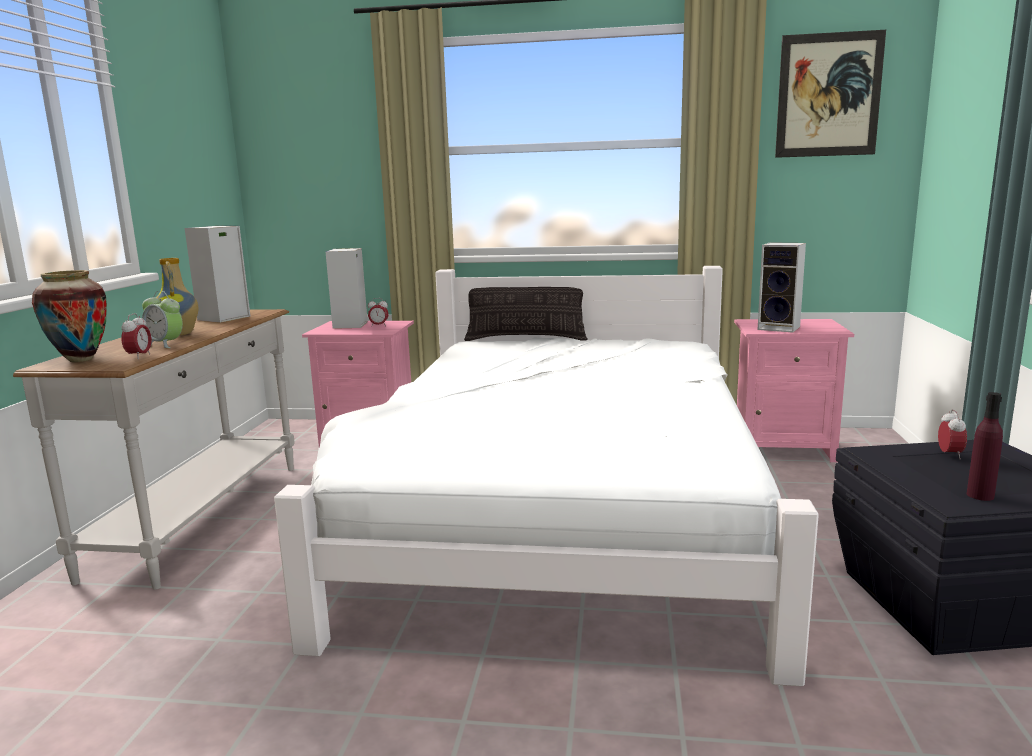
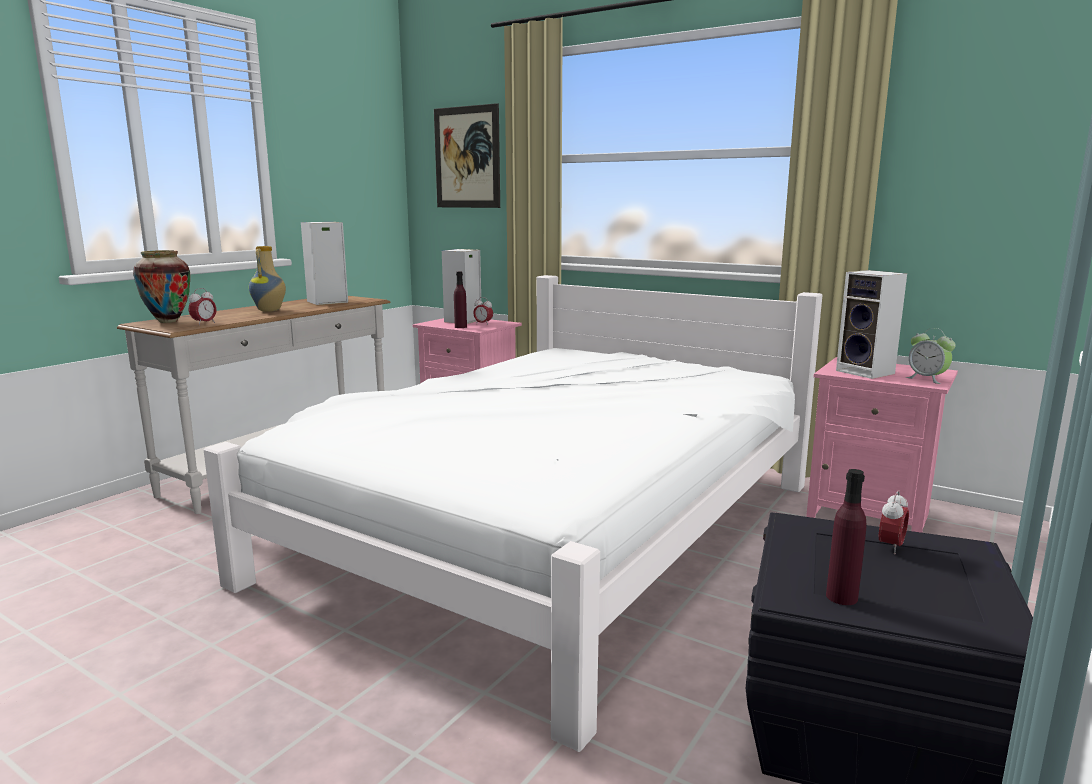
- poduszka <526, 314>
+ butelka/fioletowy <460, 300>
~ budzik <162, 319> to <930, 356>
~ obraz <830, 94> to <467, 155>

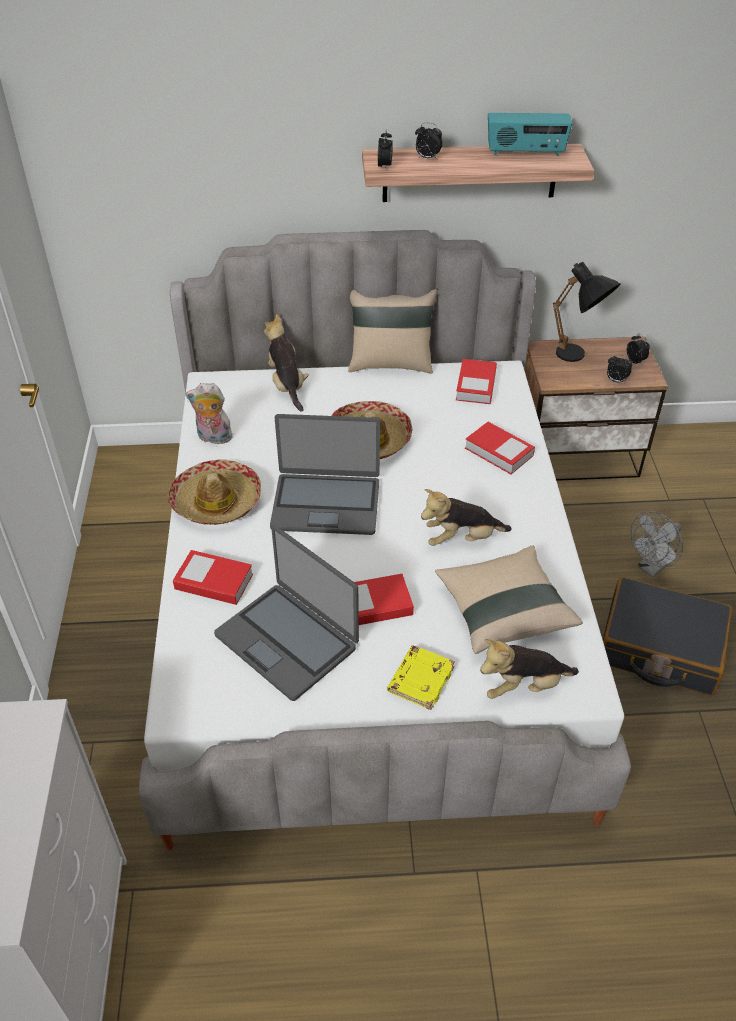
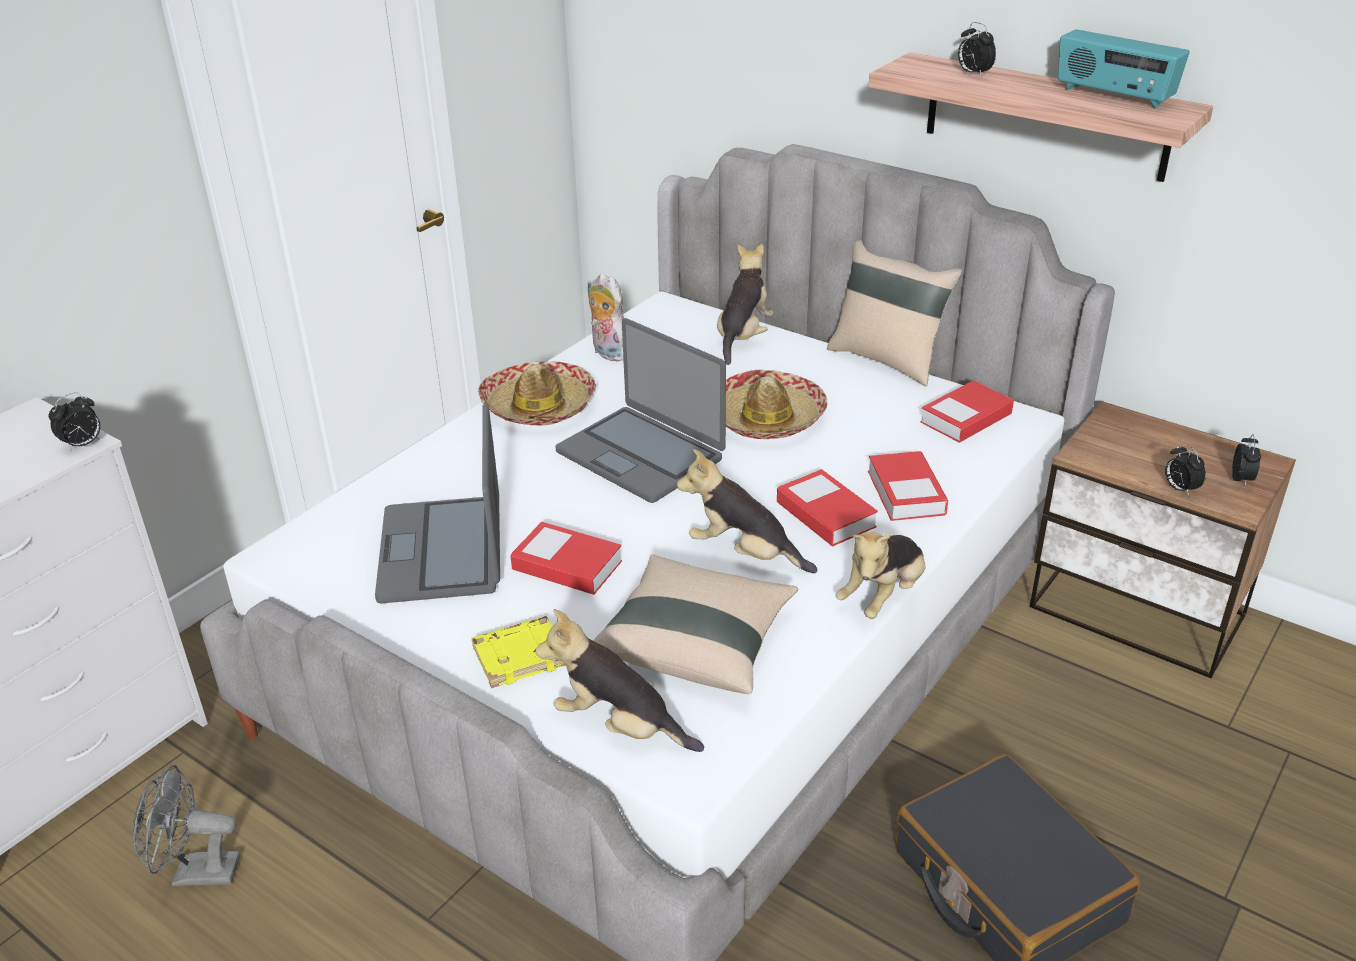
- lampa stołowa/czarny <587, 312>
+ pluszak <881, 575>
~ książka <213, 577> to <827, 507>
~ budzik <385, 150> to <74, 421>
~ wentylator/szary <657, 544> to <186, 825>

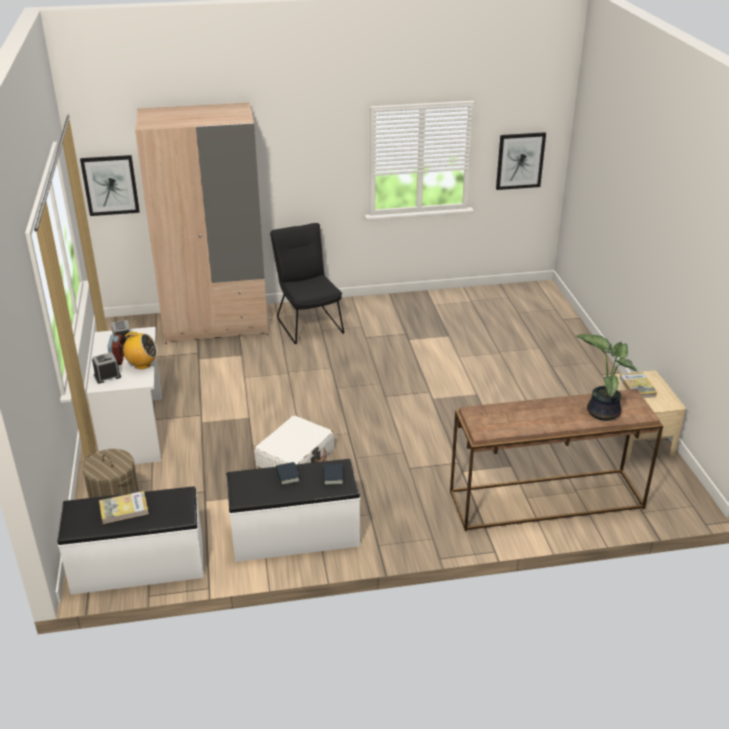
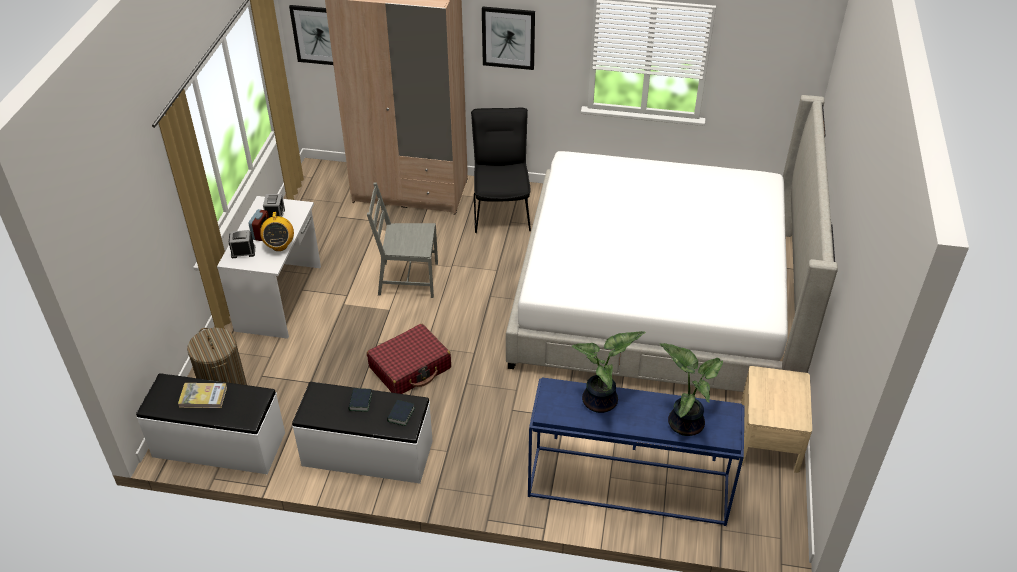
- książka <638, 385>
+ krzesło/szary <402, 240>
+ łóżko <672, 243>
+ roślina doniczkowa <609, 372>
~ obraz <521, 161> to <508, 38>
~ walizka/biały <294, 441> to walizka/czerwony <409, 359>
~ stolik konsolowy/brązowy <556, 460> to stolik konsolowy/niebieski <636, 451>
~ radio <140, 350> = <277, 231> 60 degrees clockwise

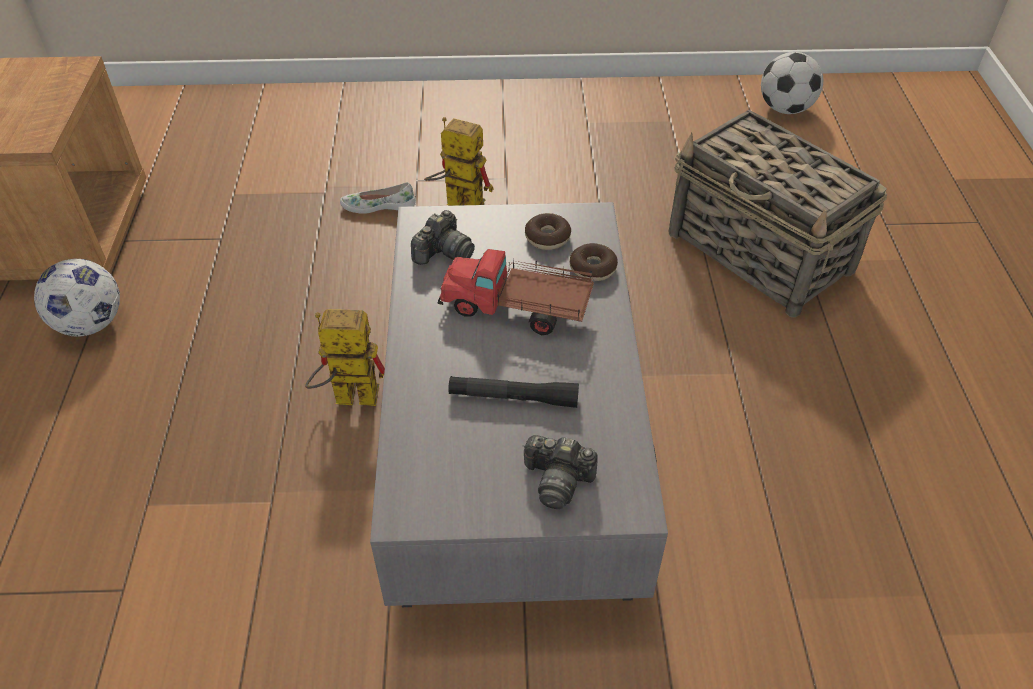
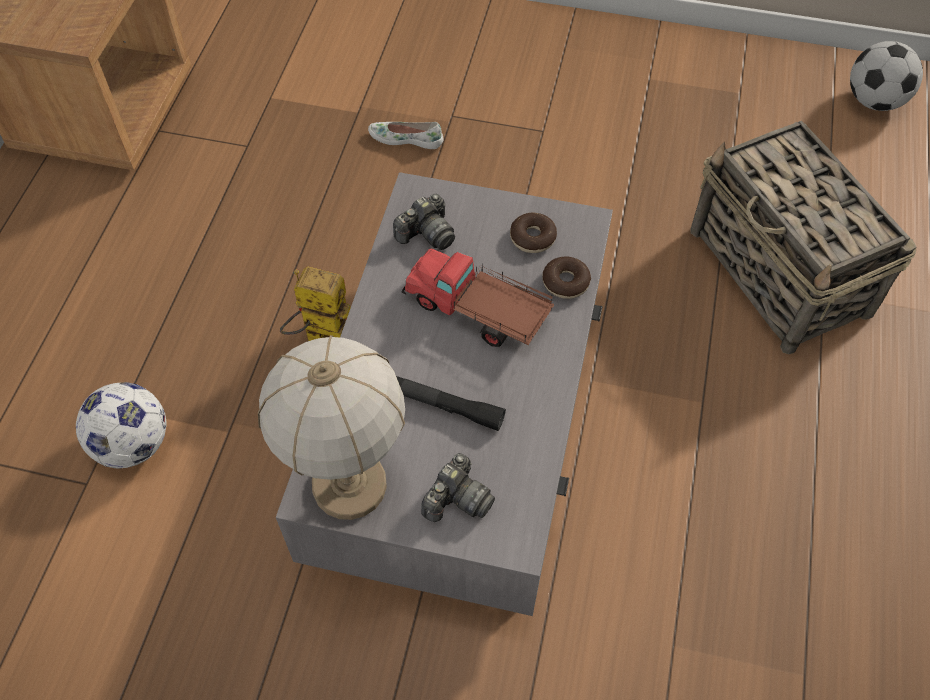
- robot zabawkowy <459, 161>
+ lampa stołowa <331, 427>
~ piłka futbolowa <77, 298> to <121, 425>
~ aparat fotograficzny <560, 472> = <458, 487> 90 degrees counterclockwise

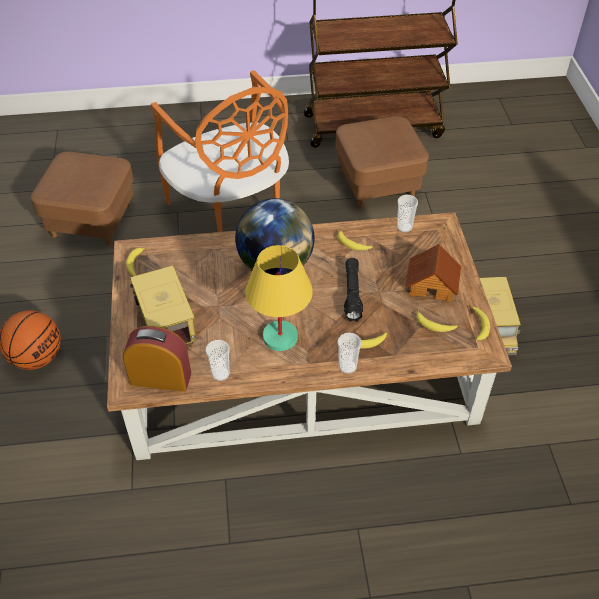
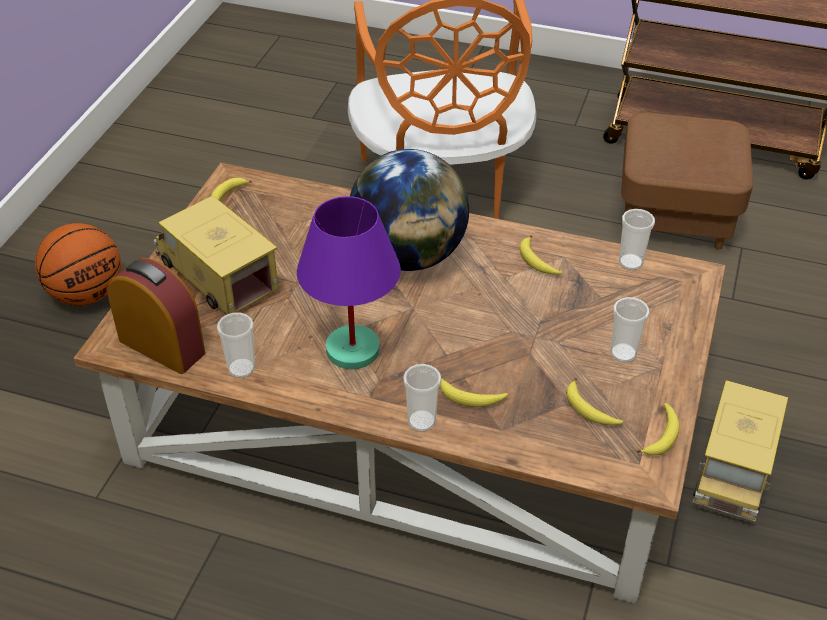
- pufa/brązowy <82, 198>
- latarka/czarny <353, 290>
~ domek <433, 273> to filiżanka <630, 329>
~ lampa stołowa/żółty <279, 298> to lampa stołowa/fioletowy <349, 282>
~ ciężarówka zabawkowa <163, 304> = <216, 255> 45 degrees counterclockwise

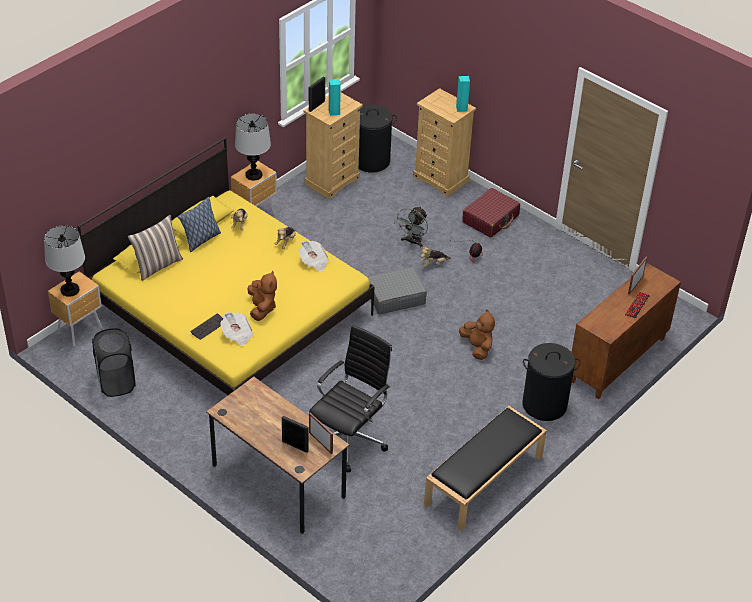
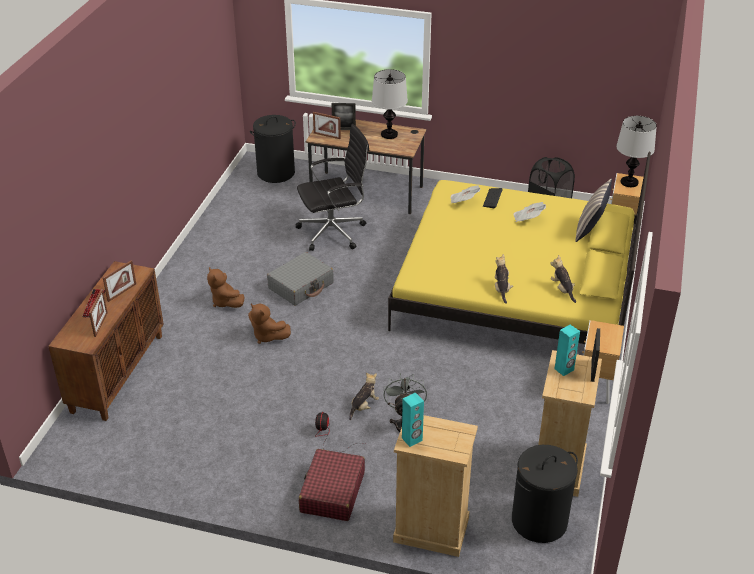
- poduszka <199, 224>
- ławka/czarny <485, 468>
+ ramka na zdjęcie <119, 281>
~ lampa stołowa <253, 147> to <390, 104>
~ pluszak/brązowy <262, 295> to <226, 287>
~ gazeta <313, 256> to <530, 212>
~ walizka/szary <397, 291> to <300, 279>
~ kosz na pranie/czarny <551, 382> to <273, 149>
~ krzesło biurowe/czarny <350, 399> = <333, 187> 120 degrees counterclockwise

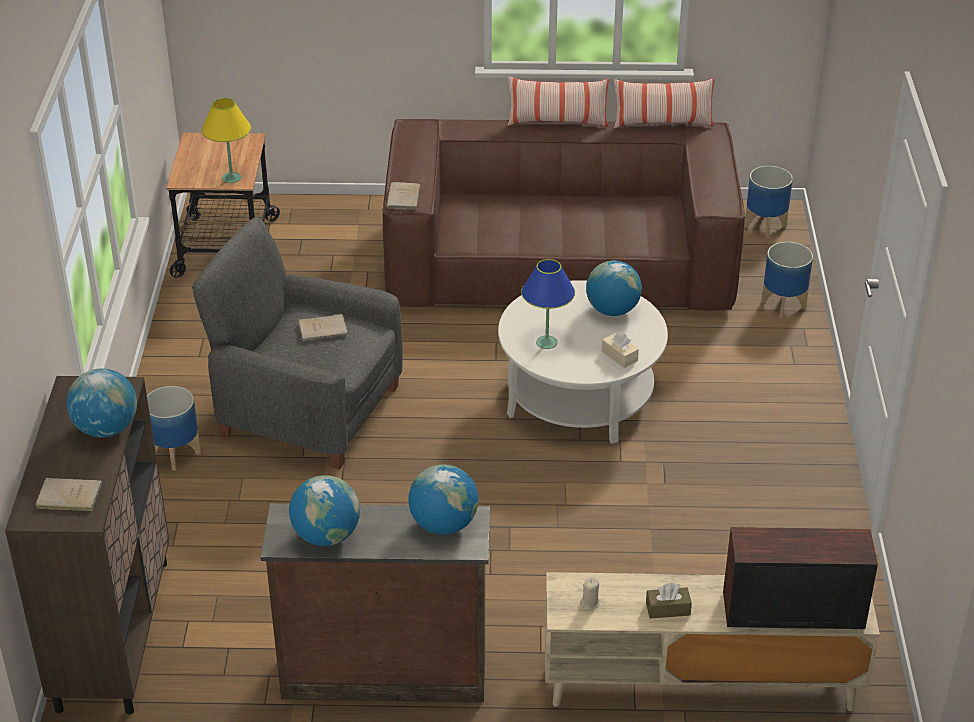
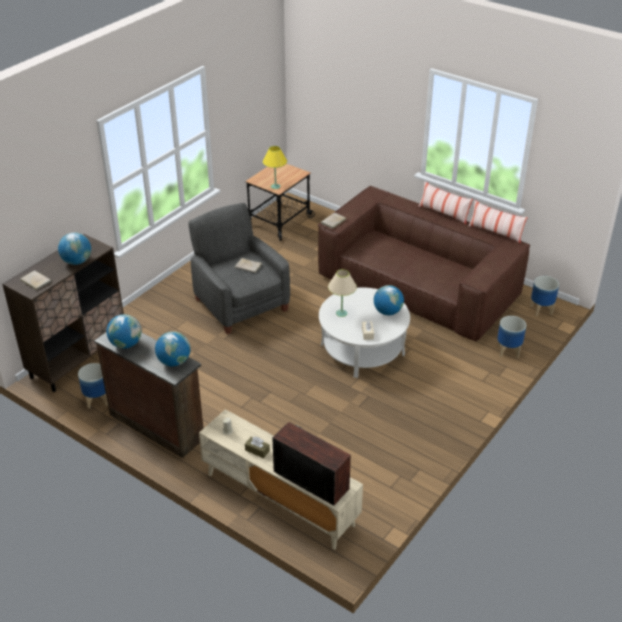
~ donica <174, 428> to <93, 386>
~ lampa stołowa/niebieski <548, 304> to lampa stołowa/beżowy <342, 293>

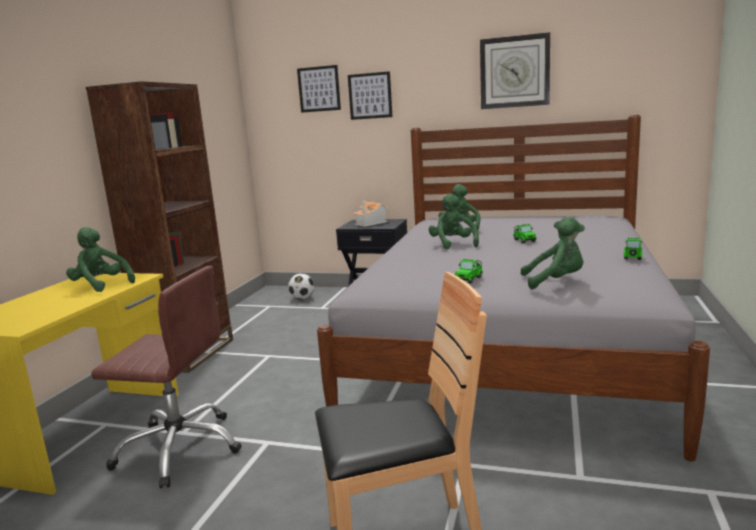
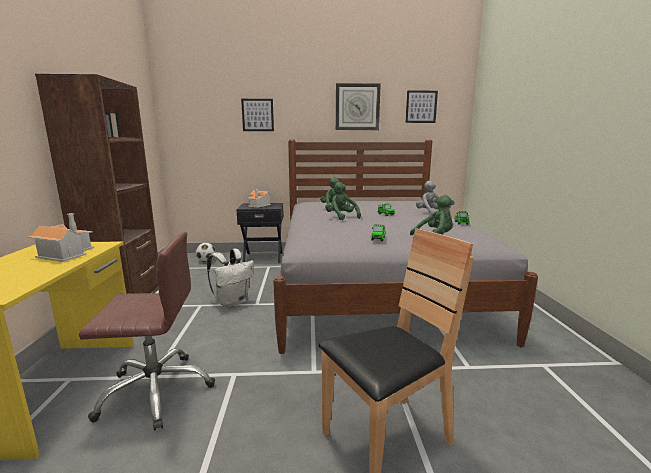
+ plecak/biały <230, 278>
+ pluszak/szary <433, 198>
~ obraz <319, 89> to <421, 106>
~ pluszak/zielony <100, 259> to domek <61, 237>

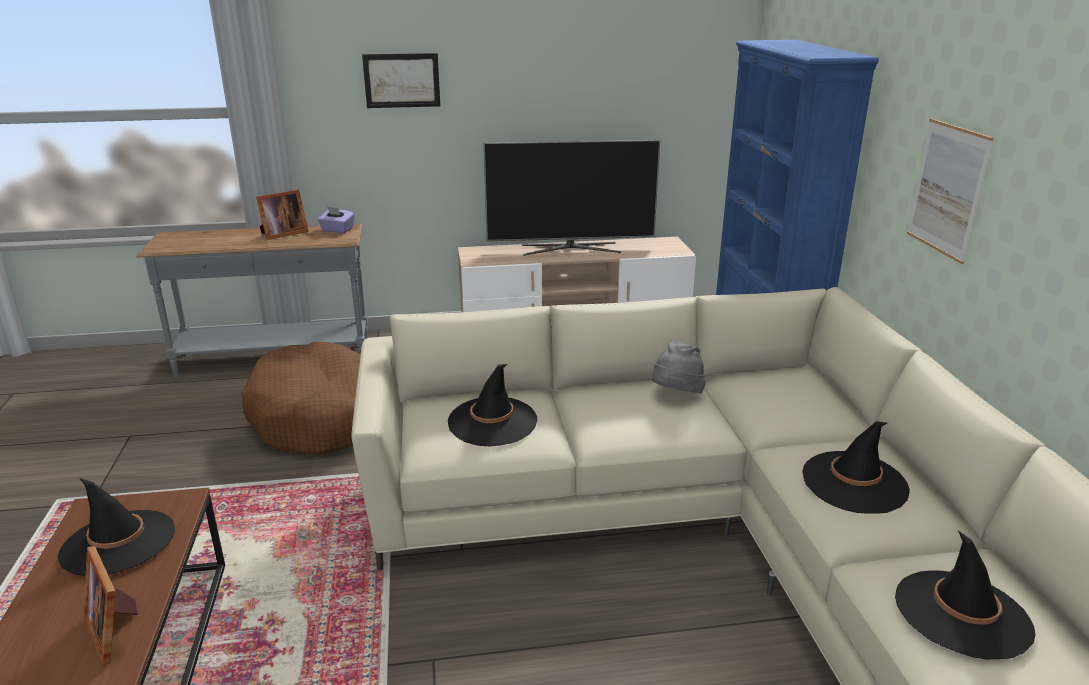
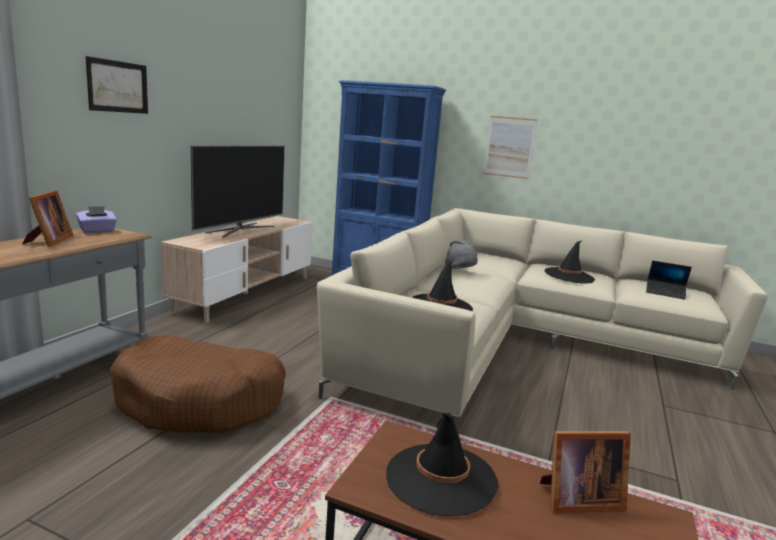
~ kapelusz/czarny <965, 595> to laptop <669, 280>

